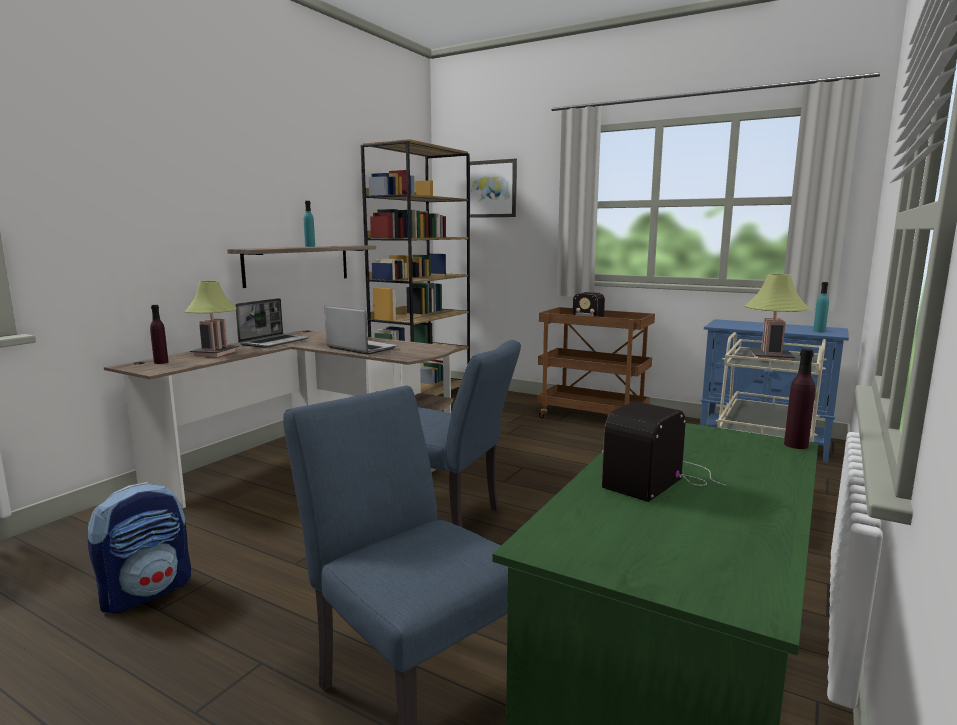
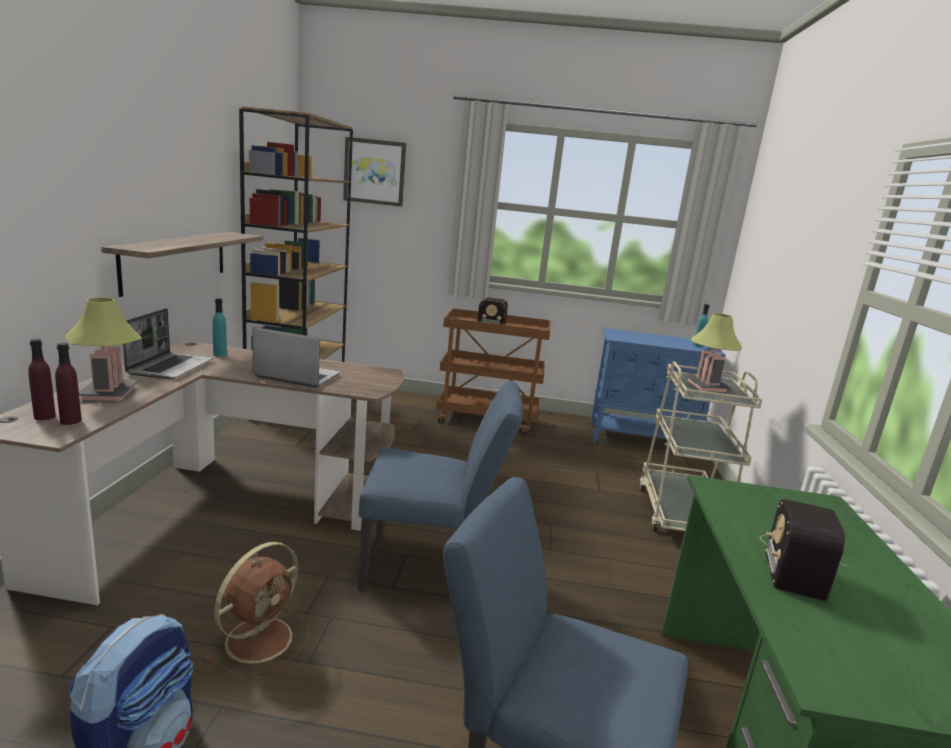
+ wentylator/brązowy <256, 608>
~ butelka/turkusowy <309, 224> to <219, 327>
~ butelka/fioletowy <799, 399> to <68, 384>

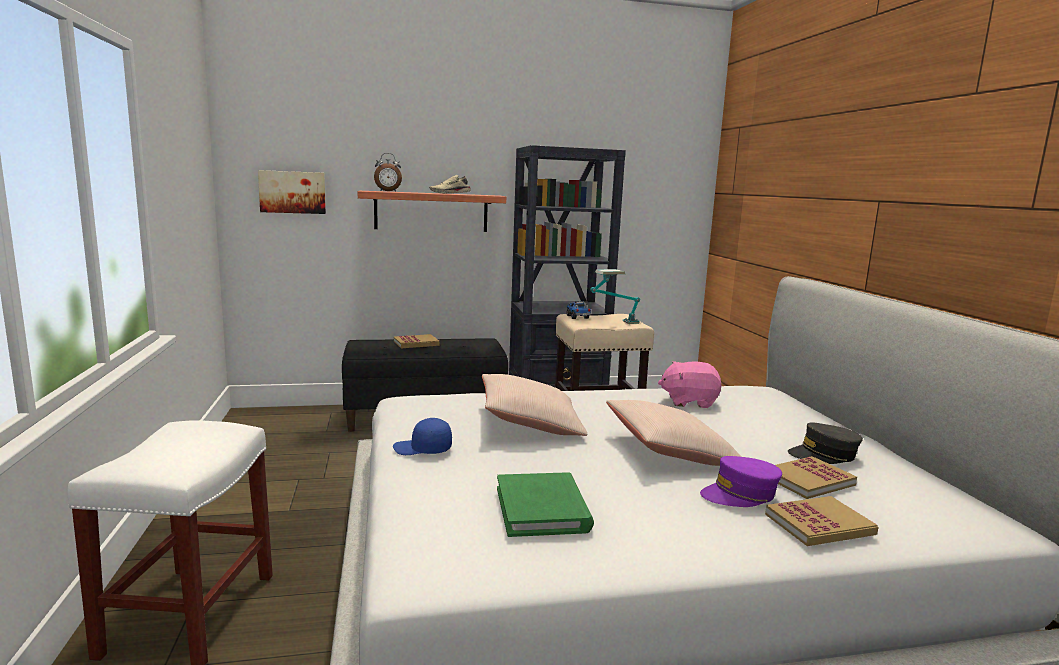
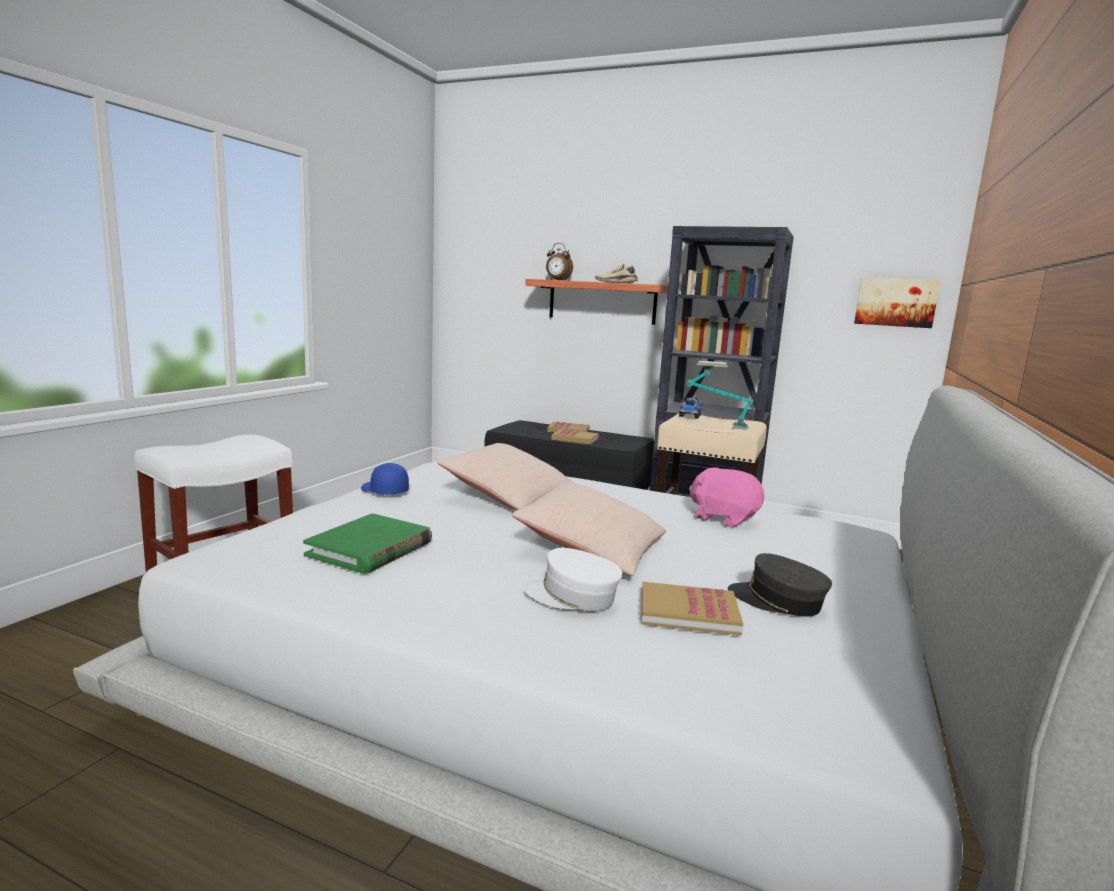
~ obraz <292, 192> to <897, 302>
~ książka <821, 521> to <575, 436>
~ czapka z daszkiem/fioletowy <741, 481> to czapka z daszkiem/biały <573, 579>

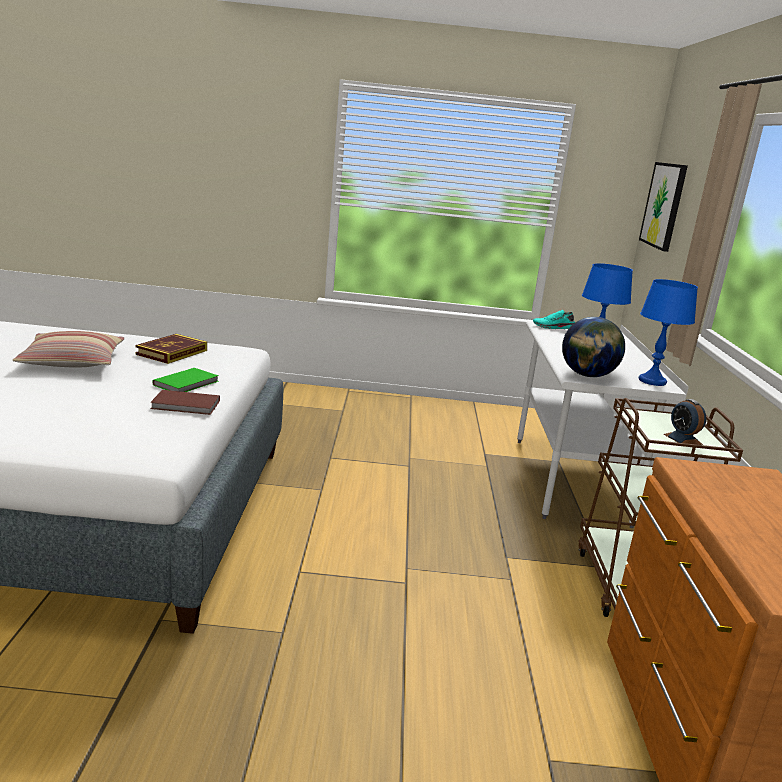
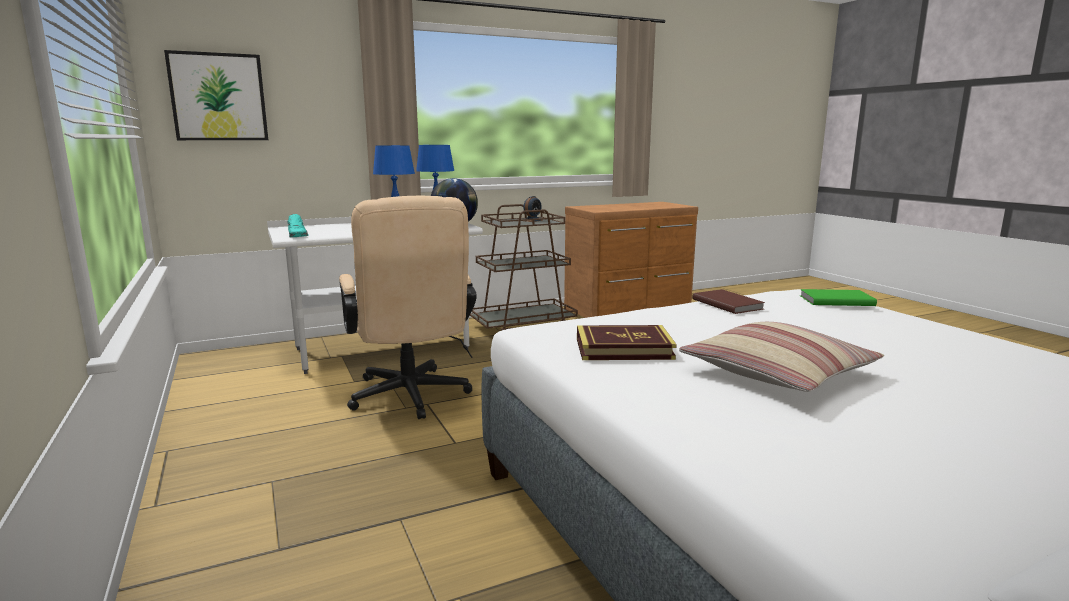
+ krzesło biurowe/beżowy <408, 307>
~ książka/zielony <185, 380> to <838, 297>

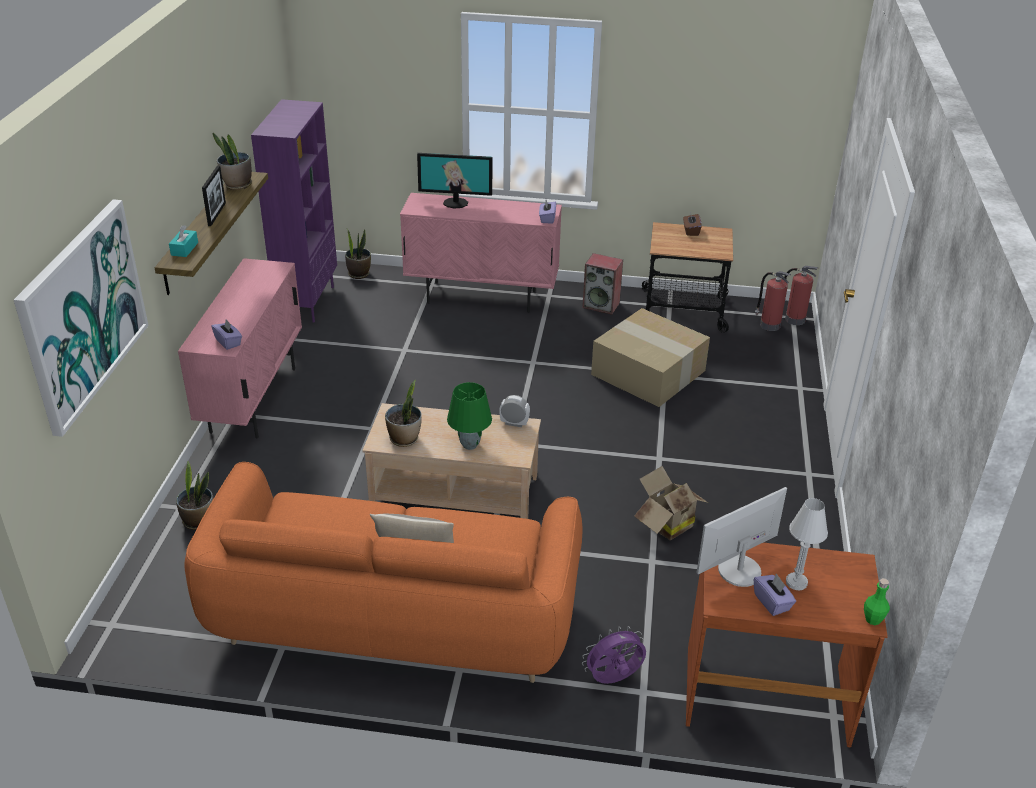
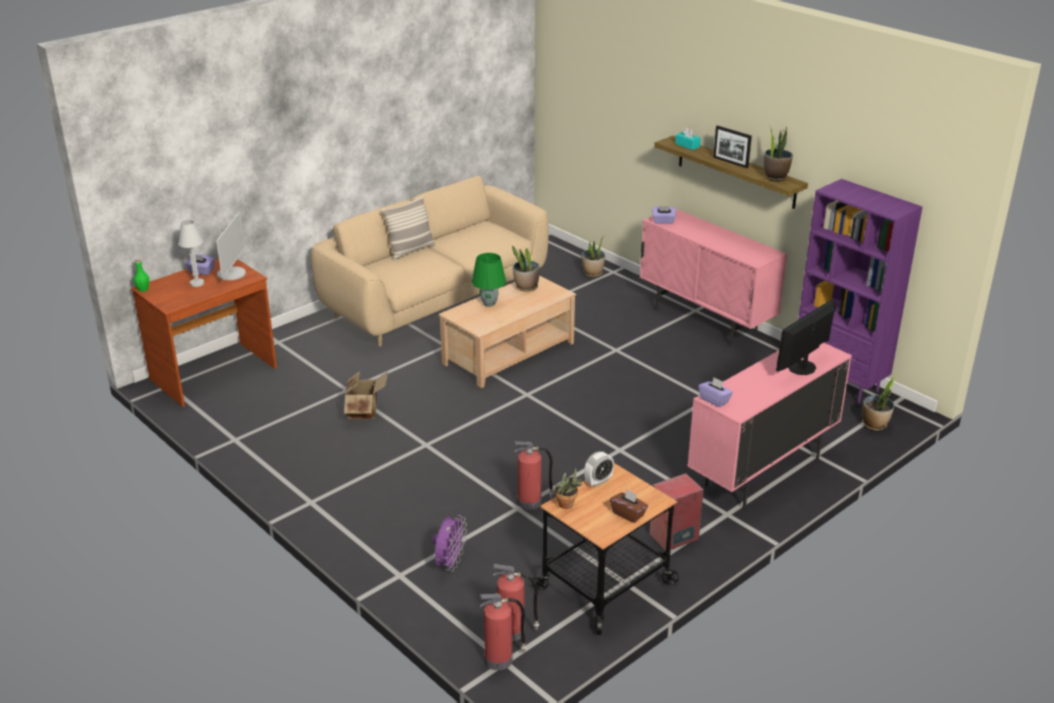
- obraz <81, 318>
+ roślina doniczkowa <568, 488>
~ budzik <514, 411> to <599, 469>
~ wentylator/fioletowy <614, 655> to <449, 543>
~ karton <650, 357> to gaśnica <534, 475>
~ kanapa/pomarańczowy <383, 572> to kanapa/beżowy <430, 261>

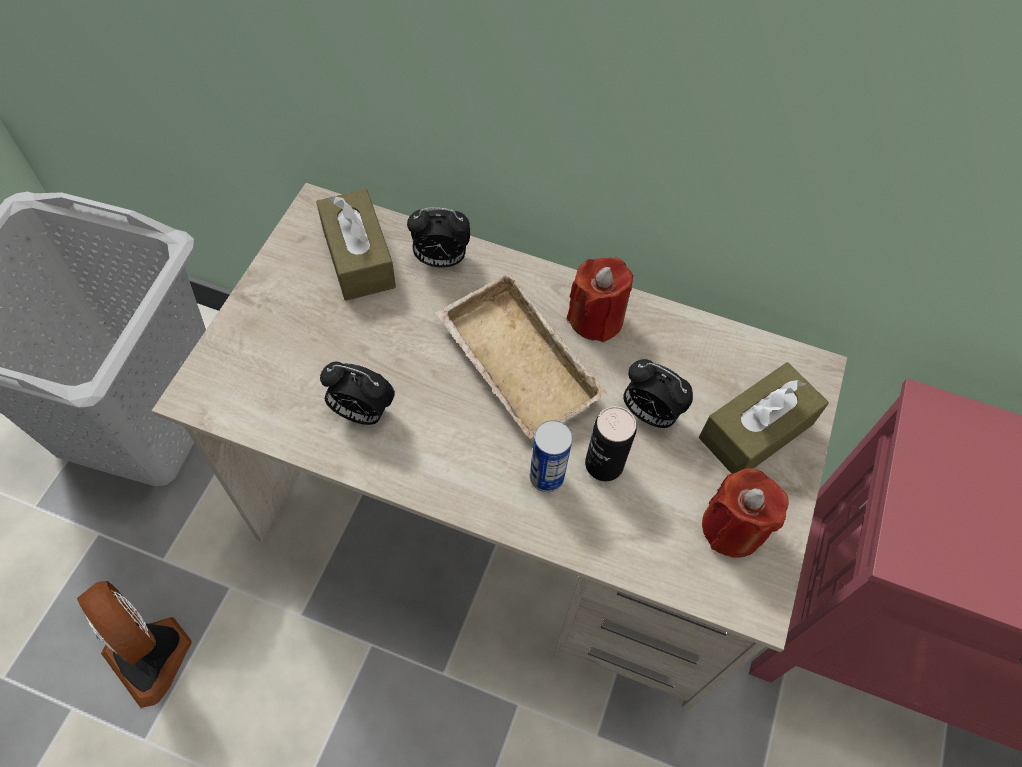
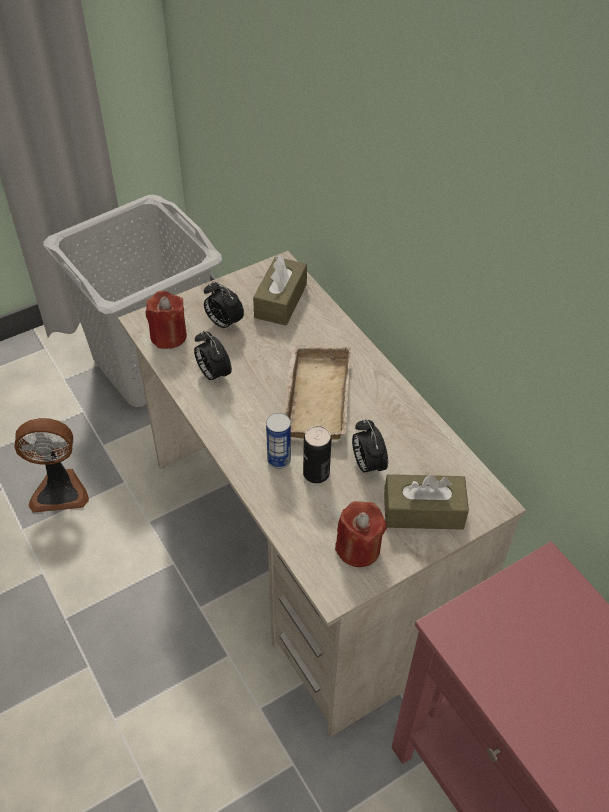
~ budzik <438, 238> to <224, 306>
~ świeca/czerwony <600, 299> to <166, 320>
~ wentylator <134, 644> = <51, 465> 90 degrees counterclockwise

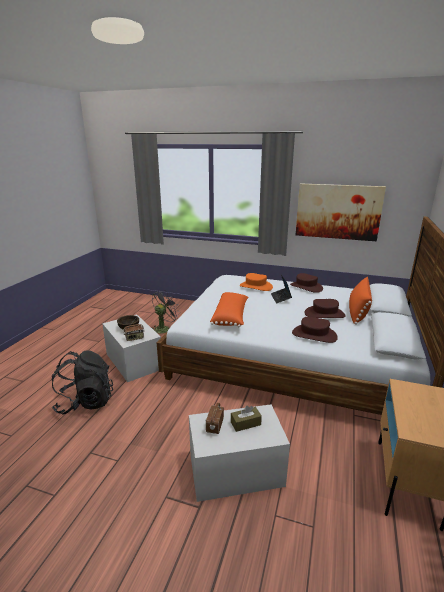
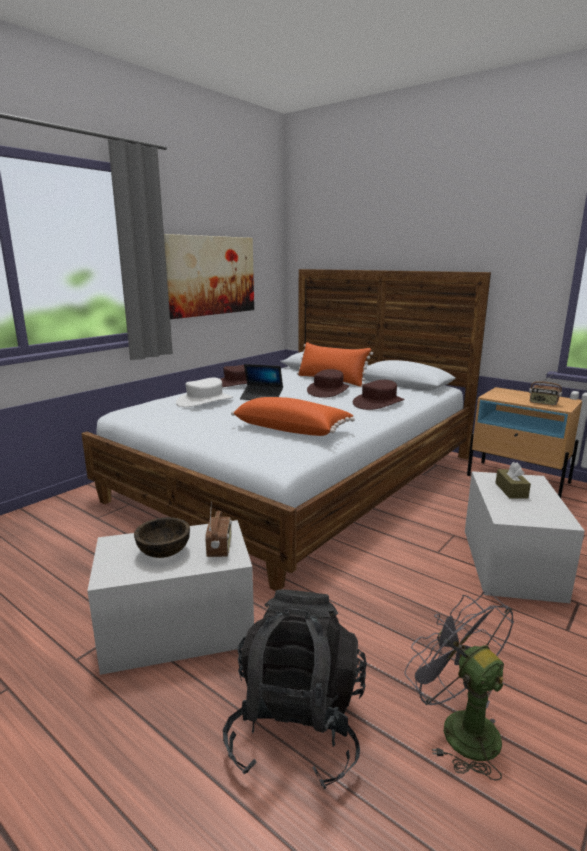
~ wentylator/szary <166, 312> to <459, 686>
~ radio <214, 418> to <545, 390>
~ kapelusz/pomarańczowy <256, 282> to kapelusz/biały <204, 392>

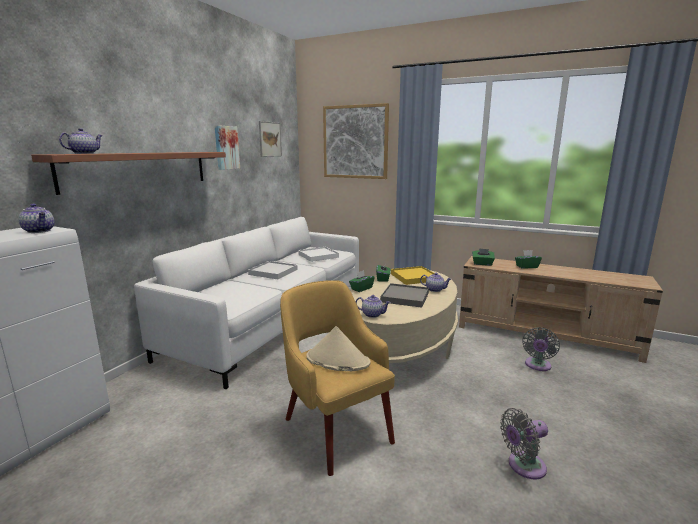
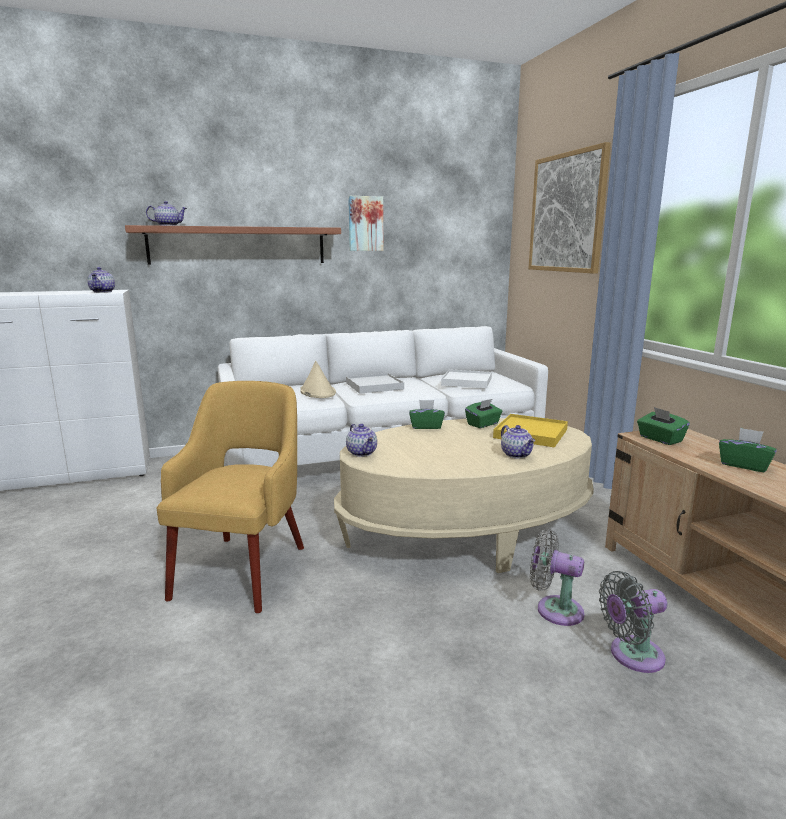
- obraz <270, 139>
- taca/szary <404, 295>
~ kapelusz/beżowy <339, 348> to <318, 379>
~ wentylator/szary <524, 443> to <557, 577>

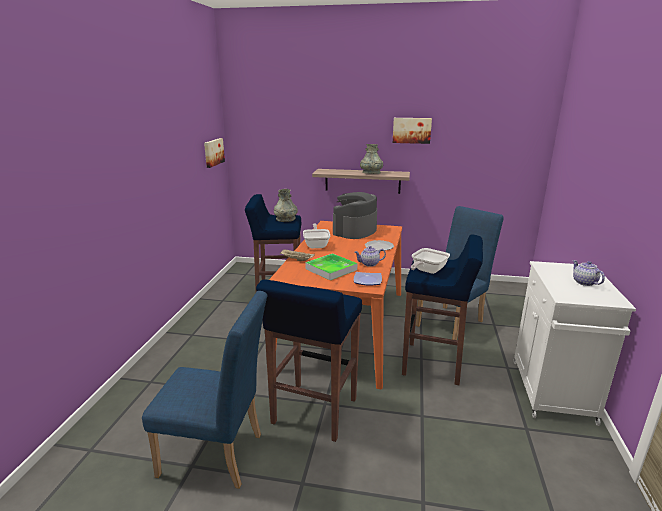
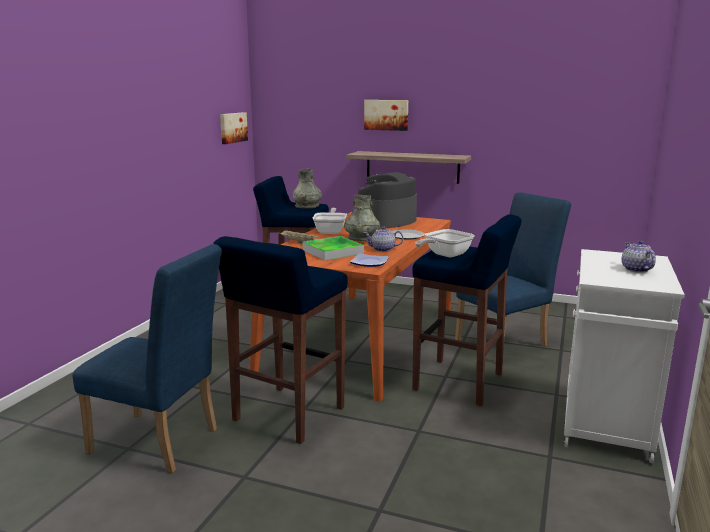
~ wazon/szary <371, 159> to <362, 218>
~ obraz <412, 131> to <386, 115>

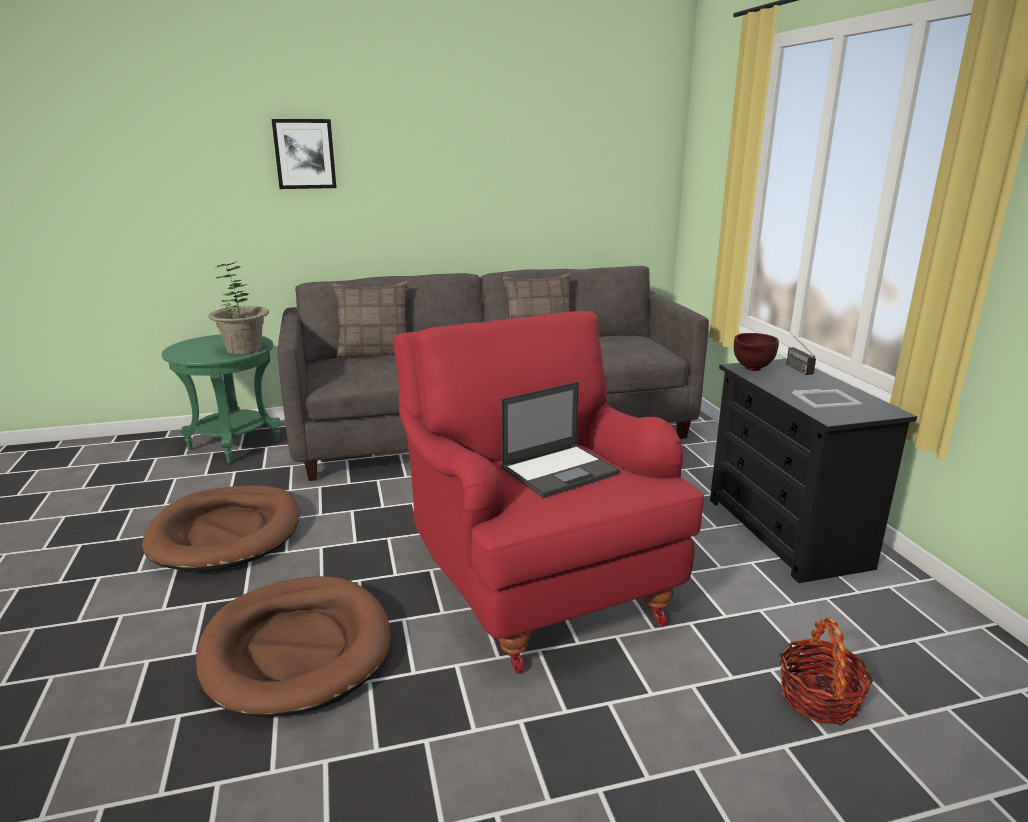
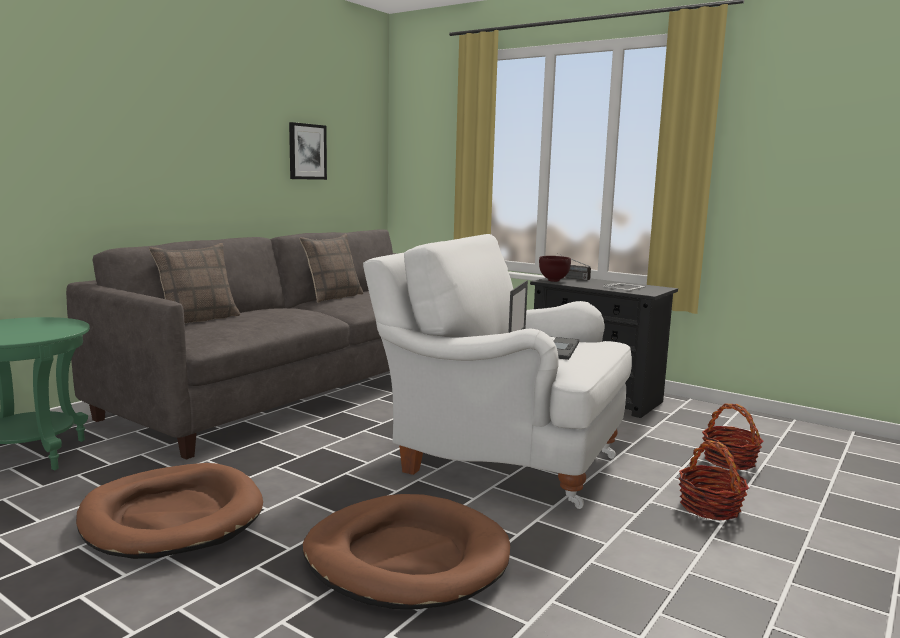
- roślina doniczkowa <238, 308>
+ koszyk <713, 480>
~ obraz <304, 154> to <308, 151>
~ fotel/czerwony <548, 492> to fotel/biały <497, 371>

